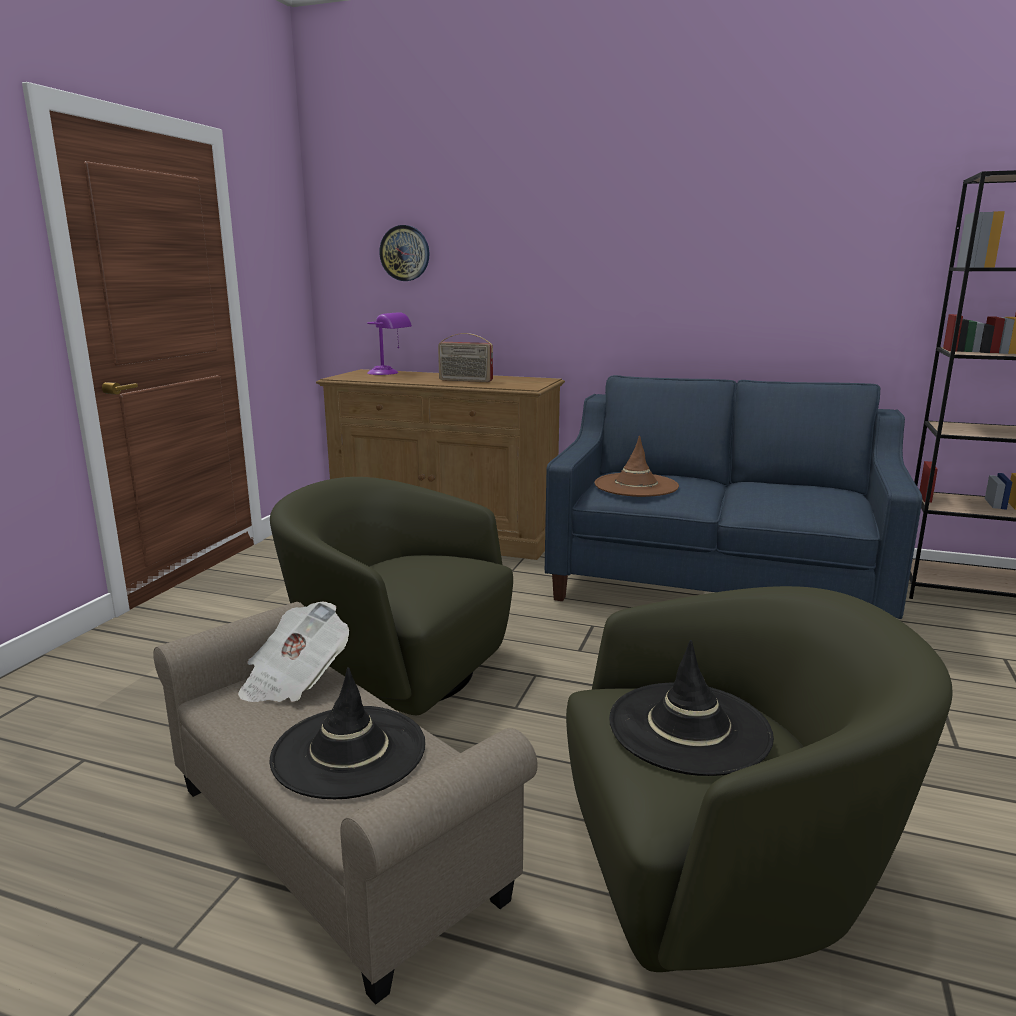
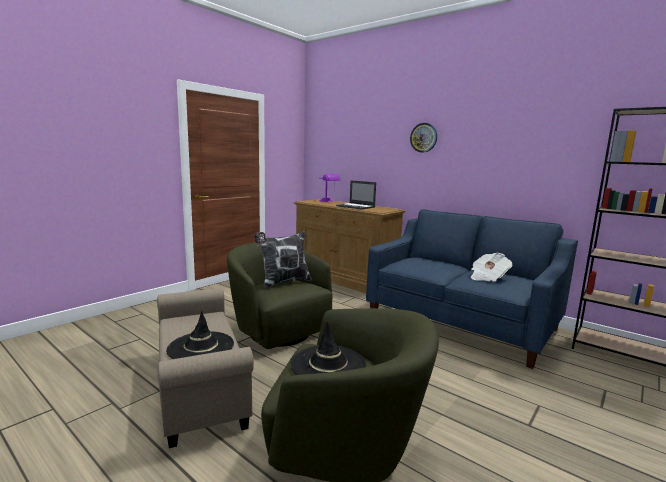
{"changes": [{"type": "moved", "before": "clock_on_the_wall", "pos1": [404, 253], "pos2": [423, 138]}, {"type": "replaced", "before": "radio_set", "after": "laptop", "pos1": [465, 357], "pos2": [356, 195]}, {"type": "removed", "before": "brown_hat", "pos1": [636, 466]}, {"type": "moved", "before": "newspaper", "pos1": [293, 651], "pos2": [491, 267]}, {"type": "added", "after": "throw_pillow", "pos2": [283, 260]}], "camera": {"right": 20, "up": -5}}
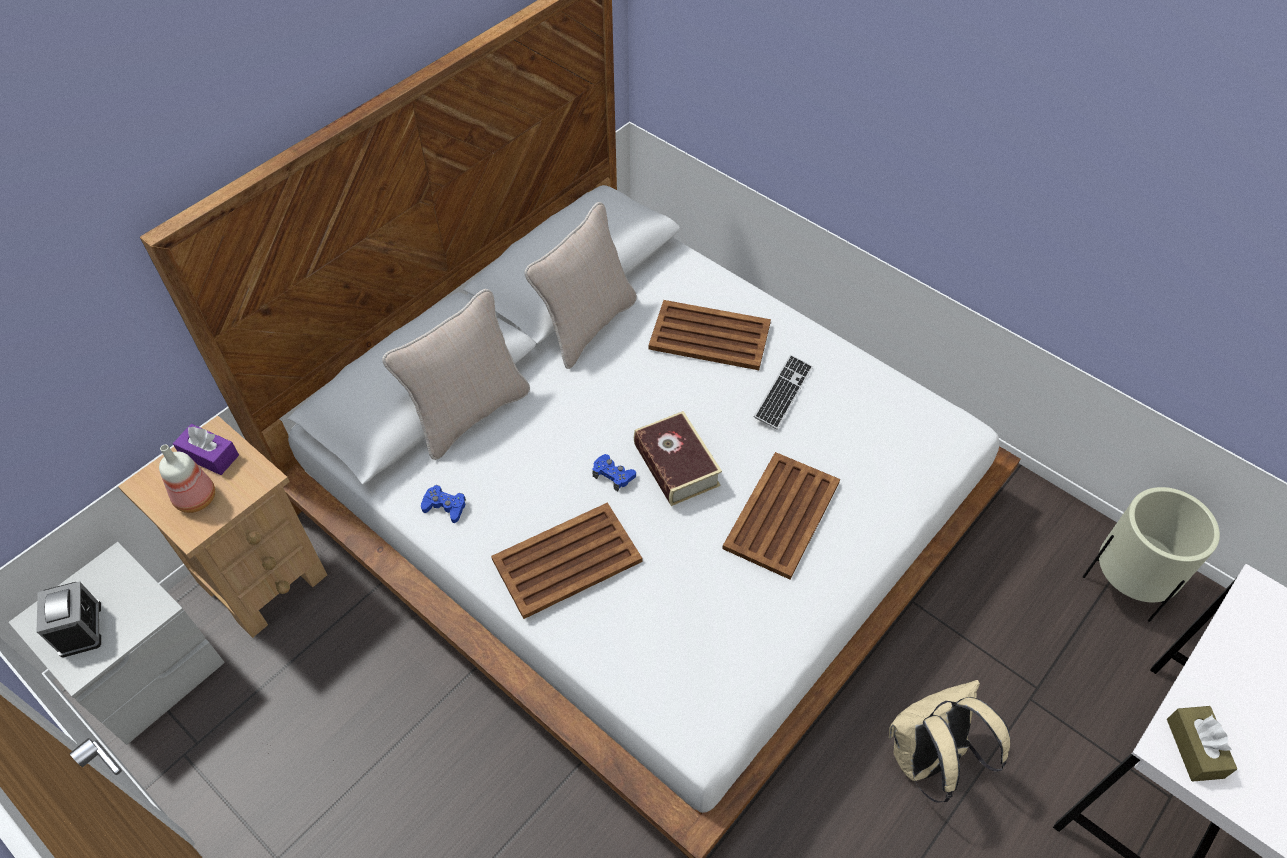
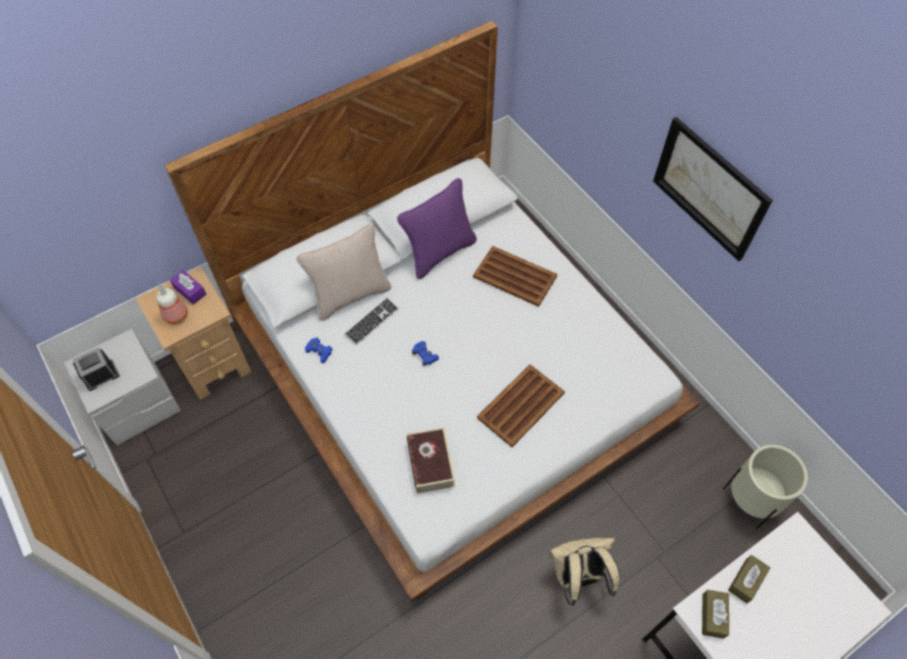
{"changes": [{"type": "recoloured", "before": "beige_throw_pillow", "after": "purple-coloured_throw_pillow", "pos1": [580, 285], "pos2": [437, 228]}, {"type": "moved", "before": "computer_keyboard", "pos1": [783, 391], "pos2": [371, 321]}, {"type": "moved", "before": "book", "pos1": [678, 458], "pos2": [431, 461]}, {"type": "removed", "before": "brown_serving_tray", "pos1": [566, 560]}, {"type": "turned", "before": "alarm_clock", "pos1": [69, 619], "pos2": [96, 369], "turn": -120}, {"type": "added", "after": "picture", "pos2": [713, 189]}, {"type": "added", "after": "brown_tissue_box", "pos2": [749, 579]}], "camera": {"right": 15, "up": 5}}
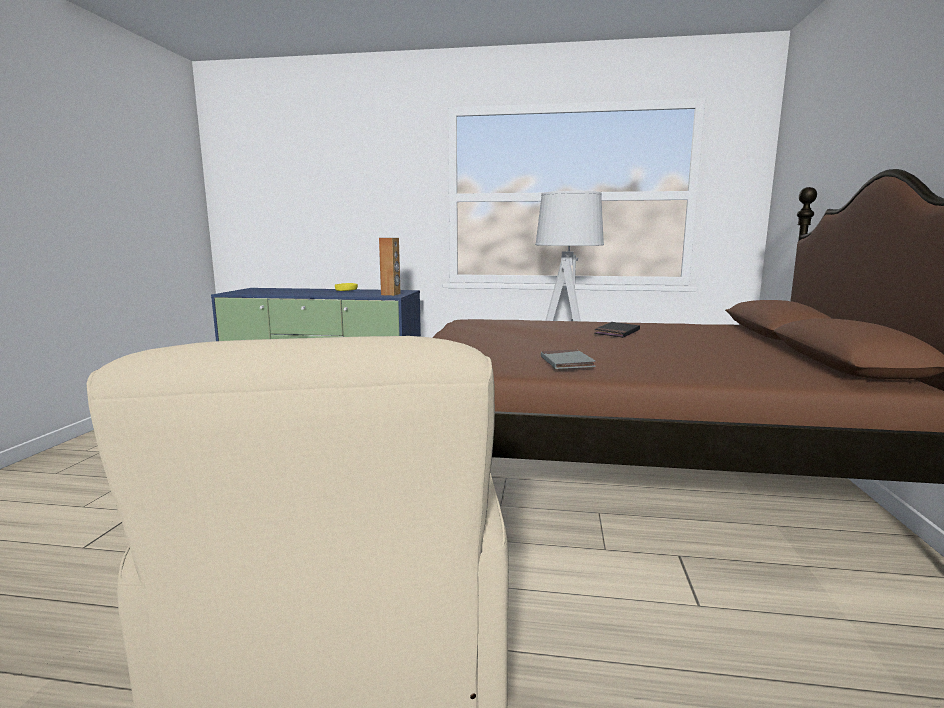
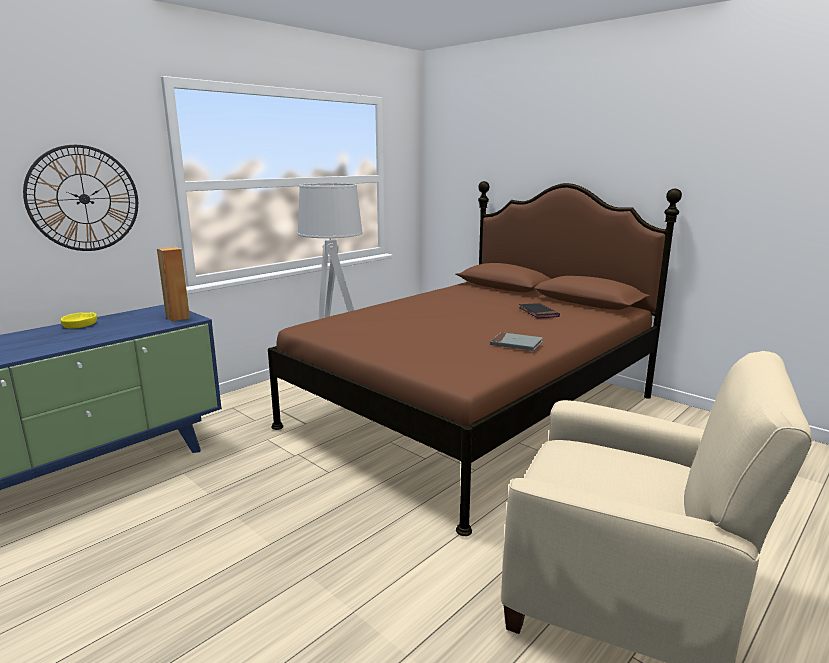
{"changes": [{"type": "moved", "before": "blackish_book", "pos1": [617, 330], "pos2": [539, 310]}, {"type": "added", "after": "clock_on_the_wall", "pos2": [80, 198]}], "camera": {"right": -55, "up": 5}}
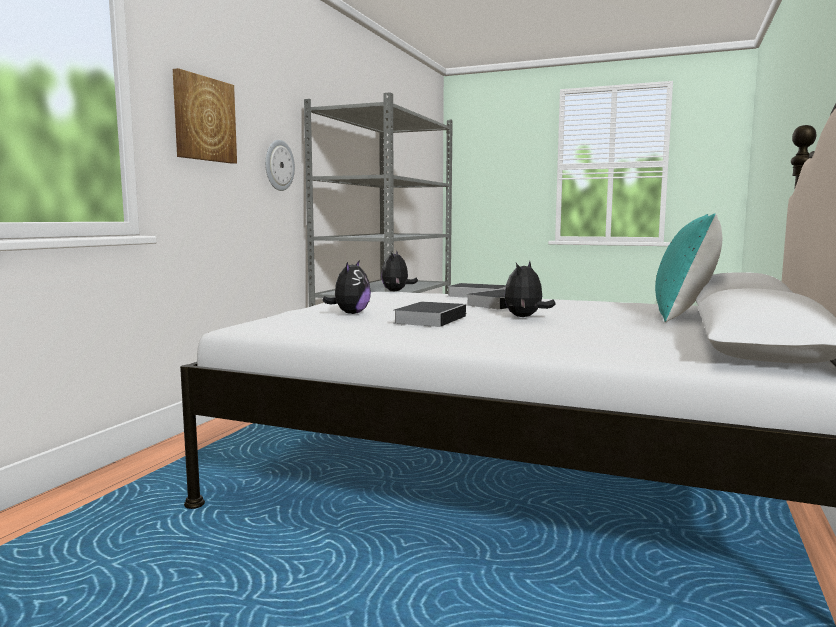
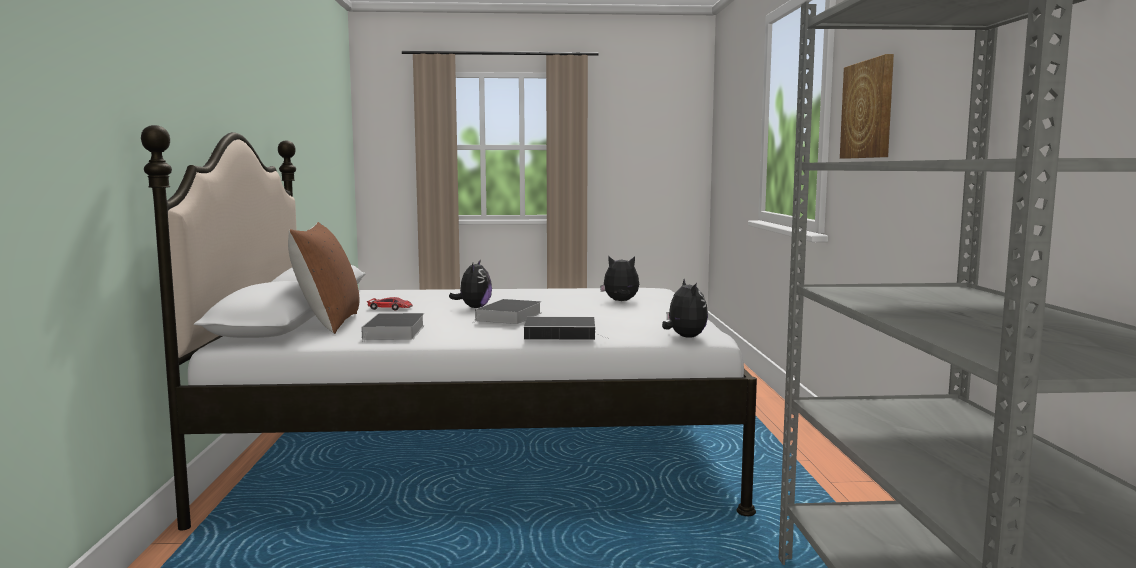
{"changes": [{"type": "removed", "before": "clock_on_the_wall", "pos1": [280, 165]}, {"type": "recoloured", "before": "turquoise-coloured_throw_pillow", "after": "brown_throw_pillow", "pos1": [688, 267], "pos2": [324, 278]}, {"type": "turned", "before": "cuddly_toy", "pos1": [346, 287], "pos2": [619, 279], "turn": 105}, {"type": "moved", "before": "book", "pos1": [429, 314], "pos2": [393, 327]}, {"type": "added", "after": "model_car", "pos2": [389, 304]}], "camera": {"right": 155, "up": 0}}
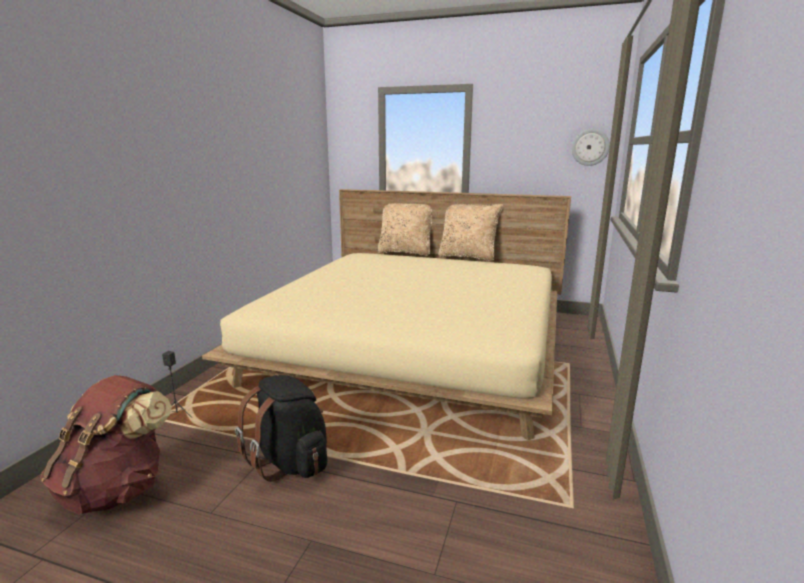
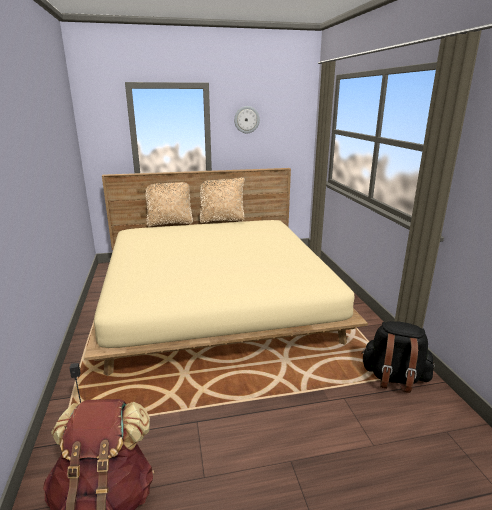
{"changes": [{"type": "moved", "before": "clock_on_the_wall", "pos1": [591, 147], "pos2": [247, 119]}, {"type": "moved", "before": "blackish_rucksack", "pos1": [281, 428], "pos2": [397, 357]}], "camera": {"right": -30, "up": 5}}
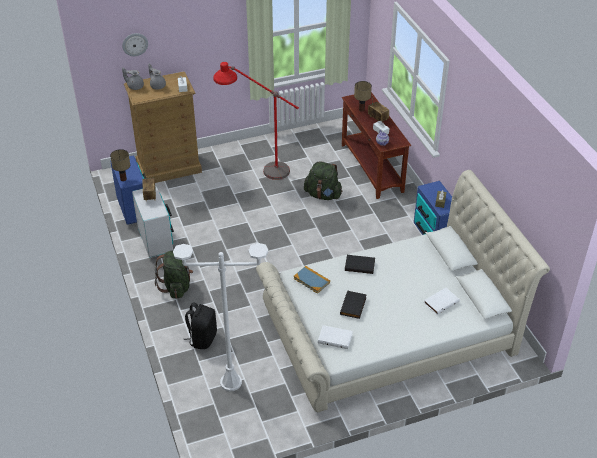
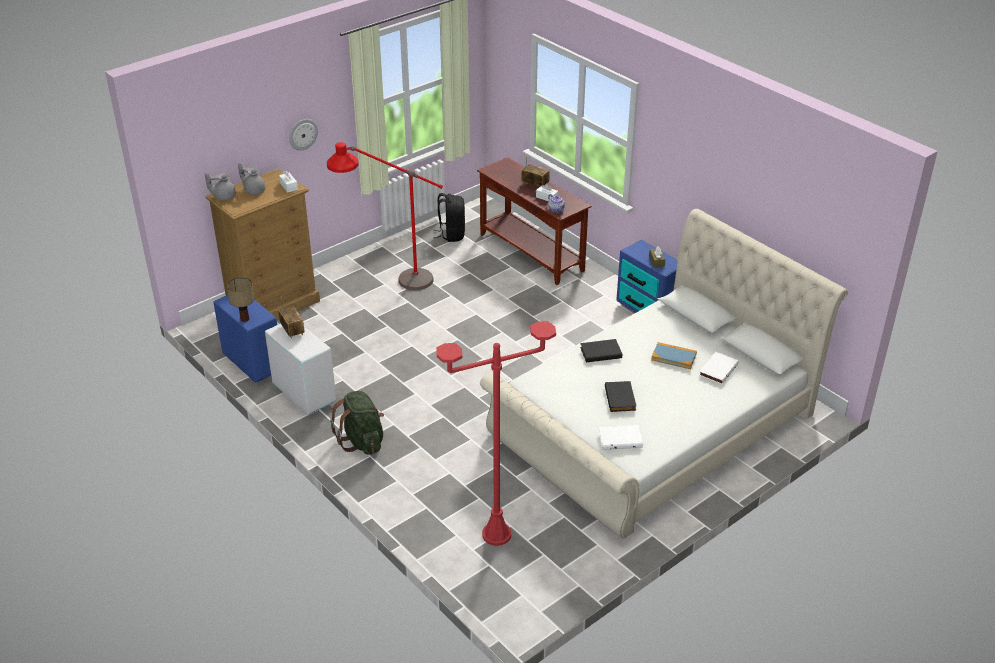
{"changes": [{"type": "moved", "before": "clock_on_the_wall", "pos1": [135, 44], "pos2": [303, 135]}, {"type": "removed", "before": "tabletop_lamp", "pos1": [363, 96]}, {"type": "removed", "before": "green_rucksack", "pos1": [323, 180]}, {"type": "recoloured", "before": "white_floor_lamp", "after": "reddish_floor_lamp", "pos1": [220, 317], "pos2": [496, 433]}, {"type": "moved", "before": "book", "pos1": [312, 280], "pos2": [674, 355]}, {"type": "moved", "before": "blackish_rucksack", "pos1": [200, 325], "pos2": [449, 217]}], "camera": {"right": -20, "up": -5}}
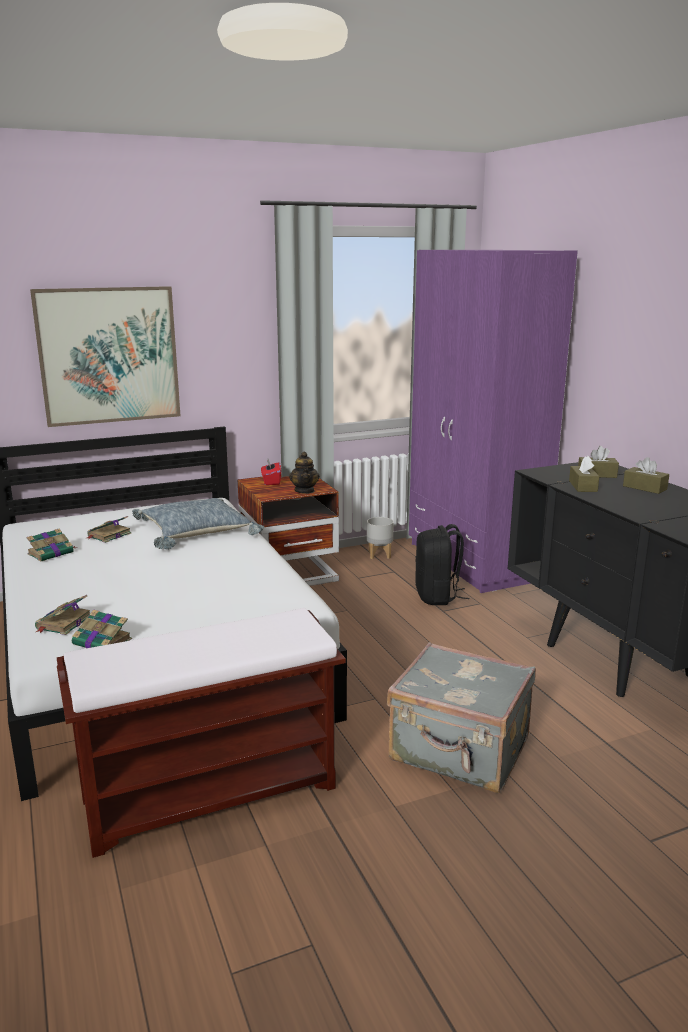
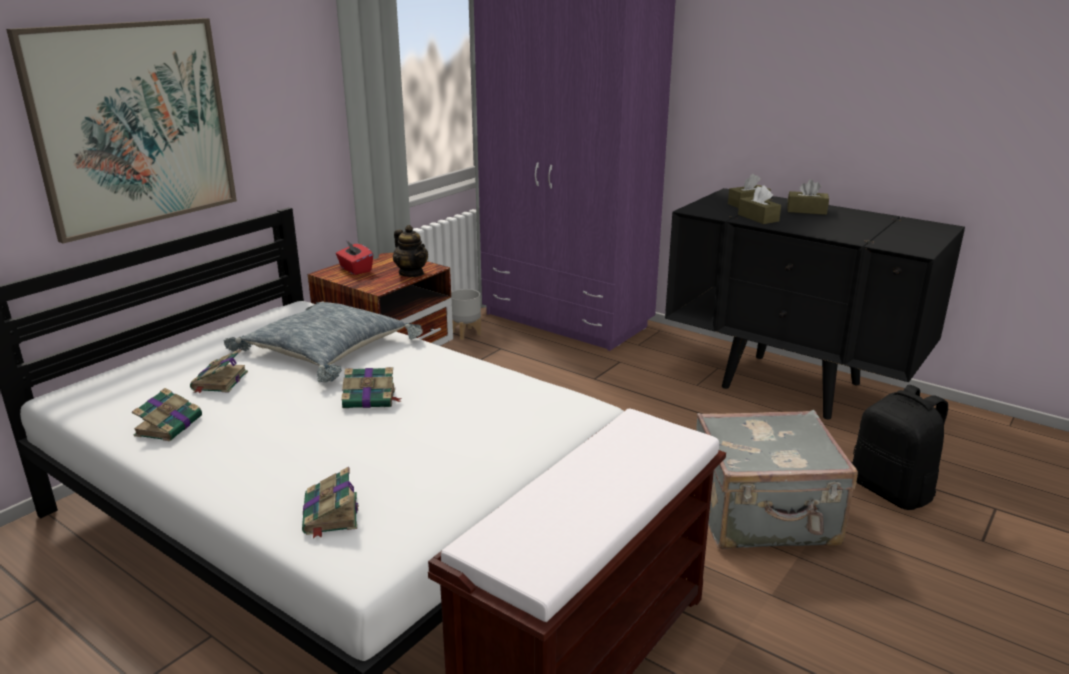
{"changes": [{"type": "moved", "before": "blackish_rucksack", "pos1": [442, 564], "pos2": [900, 447]}, {"type": "moved", "before": "book", "pos1": [102, 629], "pos2": [371, 387]}], "camera": {"right": -30, "up": 5}}
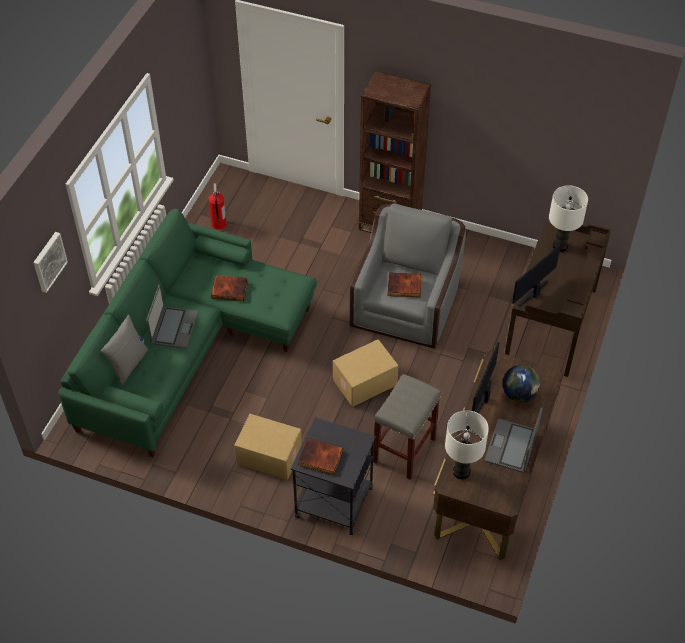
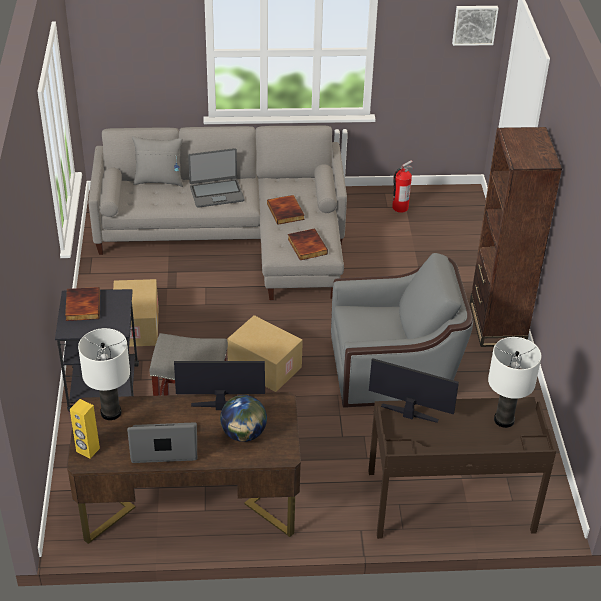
{"changes": [{"type": "recoloured", "before": "green_settee", "after": "gray_settee", "pos1": [187, 333], "pos2": [217, 212]}, {"type": "moved", "before": "picture", "pos1": [50, 262], "pos2": [475, 26]}, {"type": "moved", "before": "book", "pos1": [404, 285], "pos2": [308, 244]}, {"type": "added", "after": "yellowish_speaker", "pos2": [85, 429]}], "camera": {"right": 65, "up": -10}}
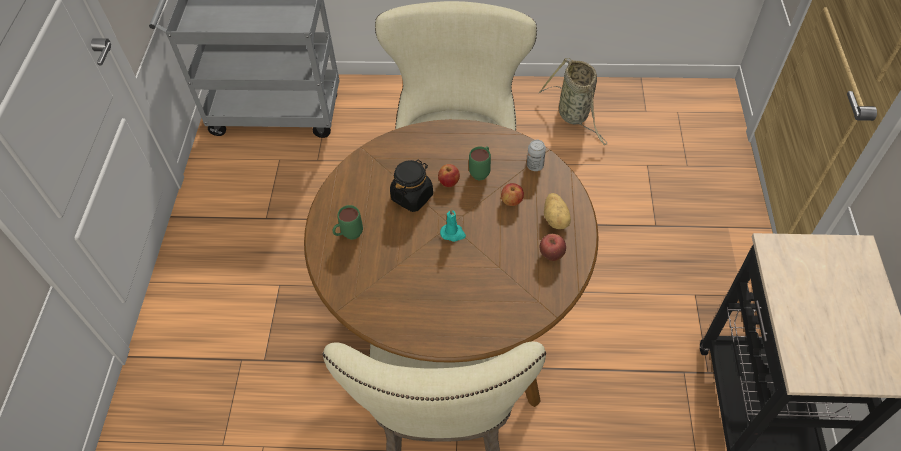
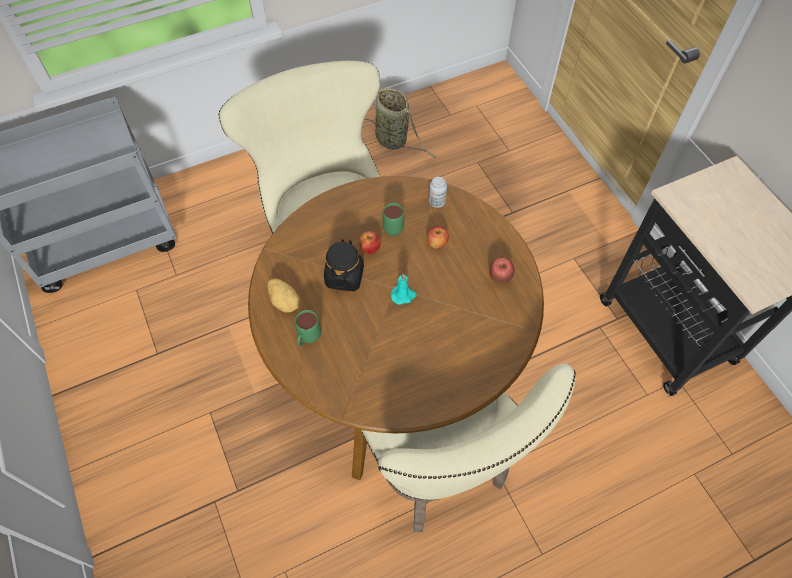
{"changes": [{"type": "moved", "before": "potato", "pos1": [557, 211], "pos2": [284, 296]}], "camera": {"right": -30, "up": 5}}
